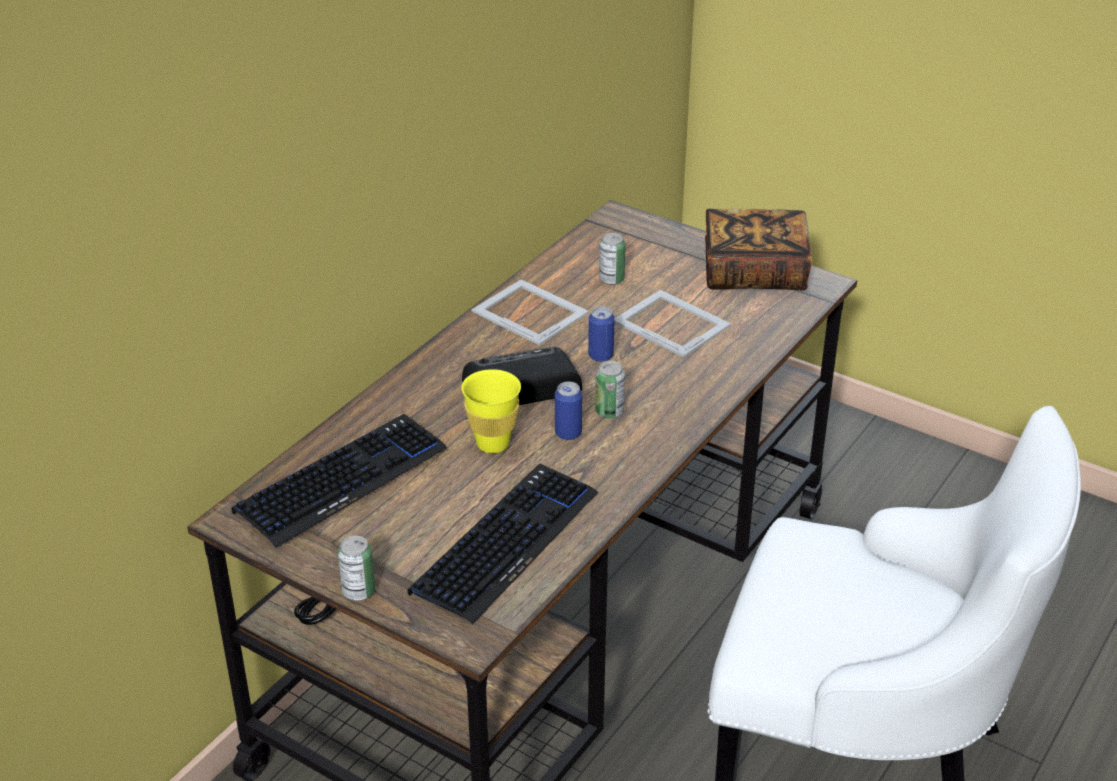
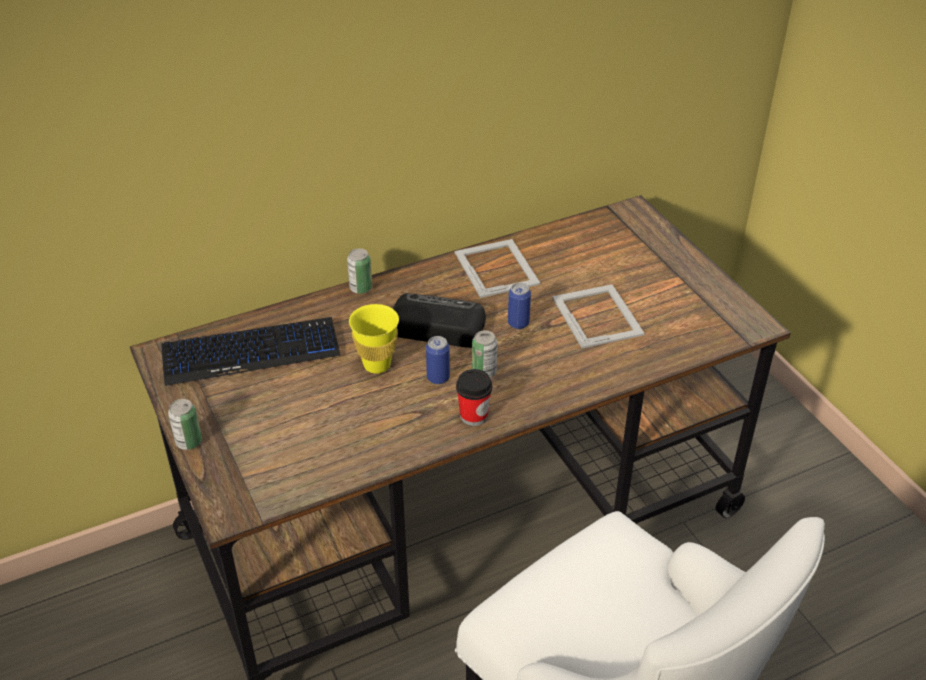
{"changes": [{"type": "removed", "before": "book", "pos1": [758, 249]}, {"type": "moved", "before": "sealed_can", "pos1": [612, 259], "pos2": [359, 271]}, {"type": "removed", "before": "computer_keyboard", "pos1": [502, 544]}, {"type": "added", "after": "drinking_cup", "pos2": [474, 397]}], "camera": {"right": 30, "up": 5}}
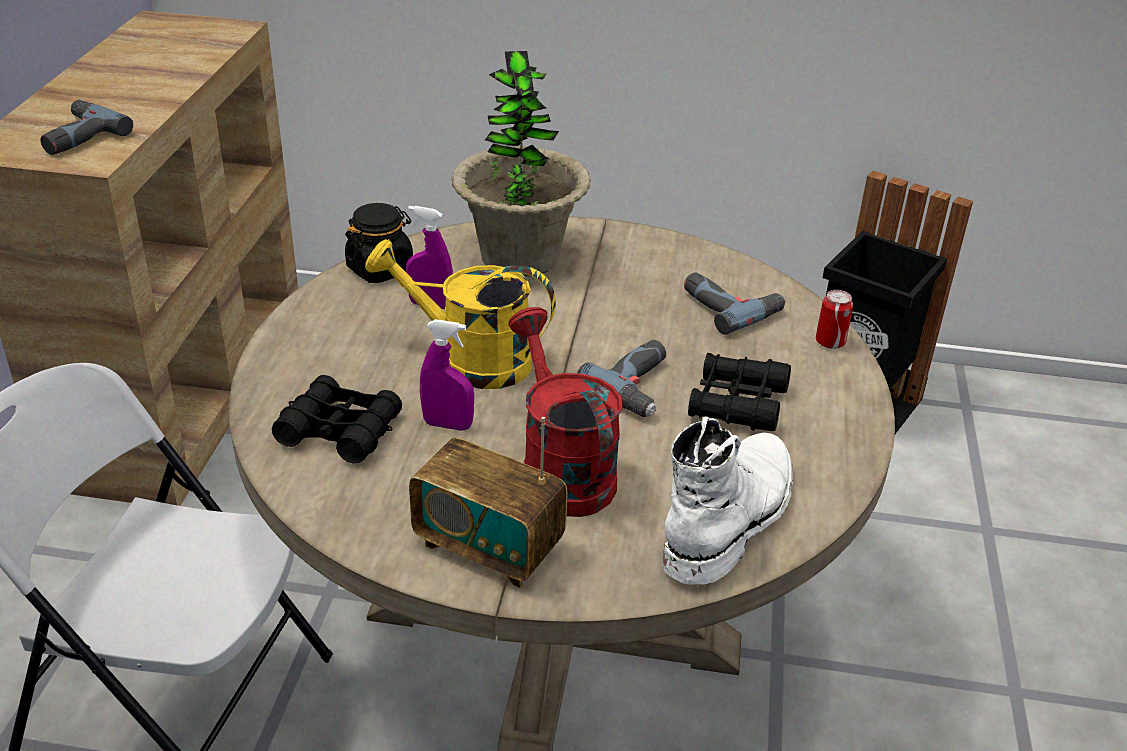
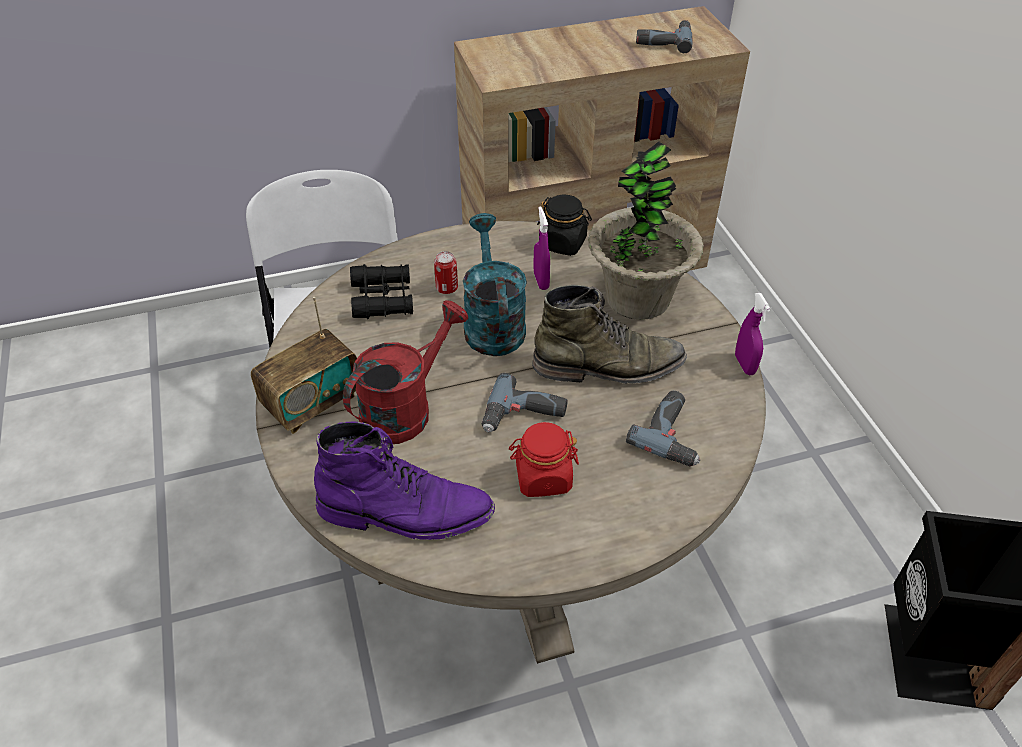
{"changes": [{"type": "moved", "before": "electric_drill", "pos1": [87, 127], "pos2": [664, 36]}, {"type": "recoloured", "before": "yellowish_watering_pot", "after": "turquoise-coloured_watering_pot", "pos1": [460, 314], "pos2": [495, 284]}, {"type": "moved", "before": "sealed_can", "pos1": [834, 319], "pos2": [446, 272]}, {"type": "moved", "before": "purple-coloured_spray_bottle", "pos1": [447, 375], "pos2": [753, 334]}, {"type": "replaced", "before": "blackish_binoculars", "after": "reddish_preserve_jar", "pos1": [739, 392], "pos2": [544, 459]}, {"type": "recoloured", "before": "white_high-top_boot", "after": "purple-coloured_high-top_boot", "pos1": [728, 500], "pos2": [404, 480]}, {"type": "turned", "before": "radio_set", "pos1": [488, 502], "pos2": [304, 365], "turn": -135}, {"type": "added", "after": "green_high-top_boot", "pos2": [609, 334]}], "camera": {"right": 65, "up": 10}}
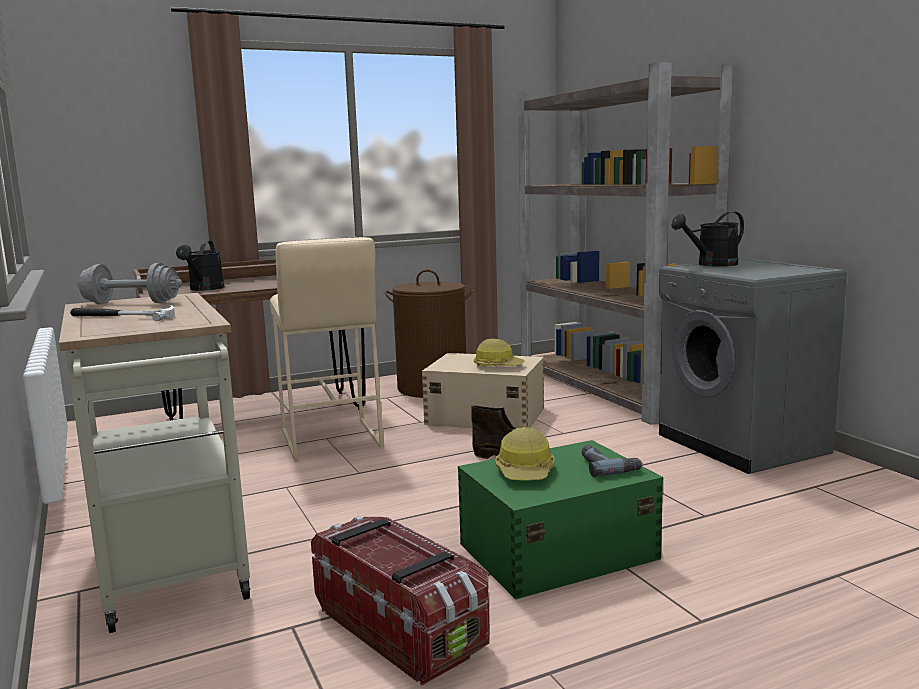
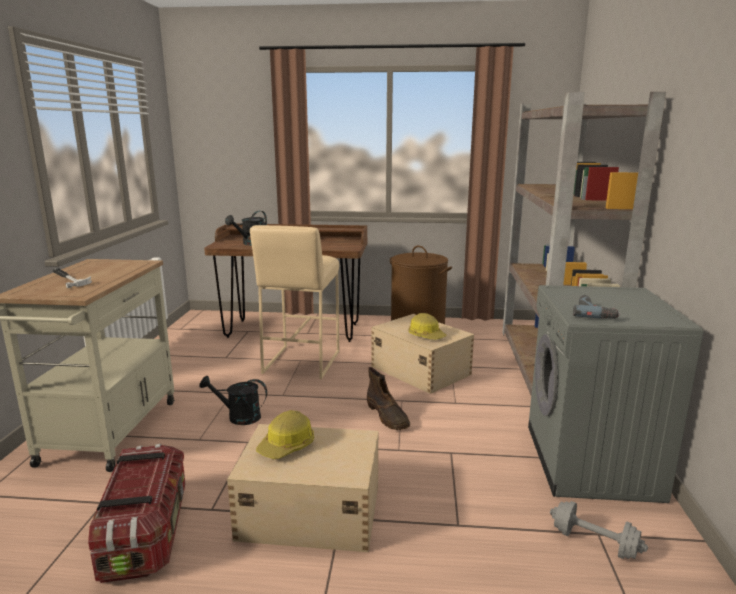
{"changes": [{"type": "moved", "before": "blackish_watering_pot", "pos1": [707, 239], "pos2": [233, 400]}, {"type": "moved", "before": "gray_dumbbell", "pos1": [129, 283], "pos2": [599, 530]}, {"type": "recoloured", "before": "green_storage_box", "after": "beige_storage_box", "pos1": [560, 519], "pos2": [303, 488]}, {"type": "moved", "before": "electric_drill", "pos1": [612, 461], "pos2": [597, 307]}], "camera": {"right": 30, "up": 5}}
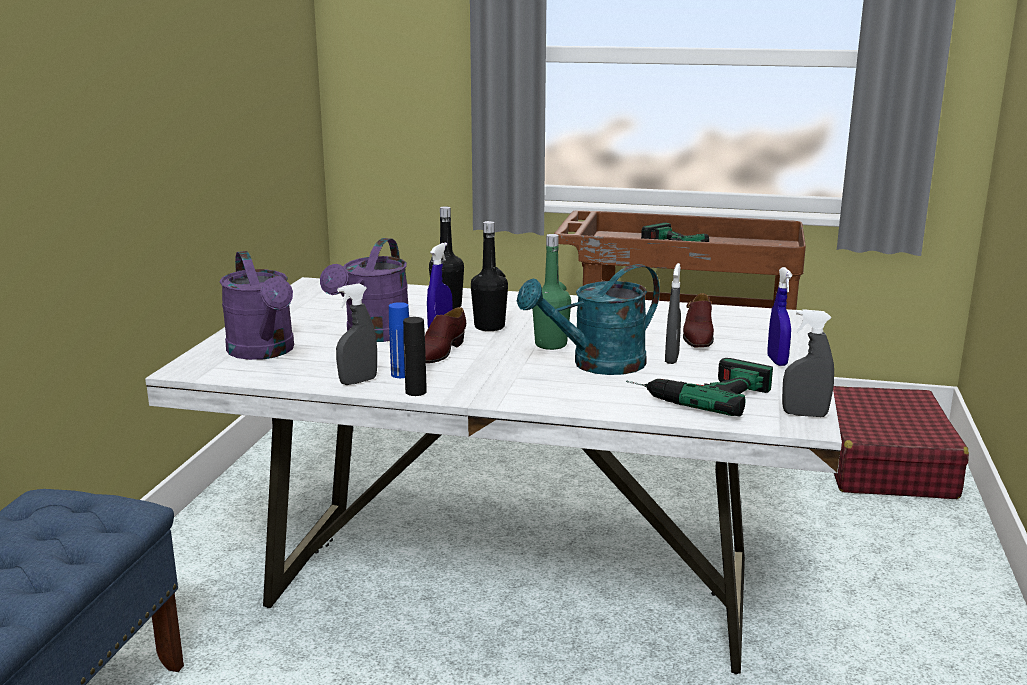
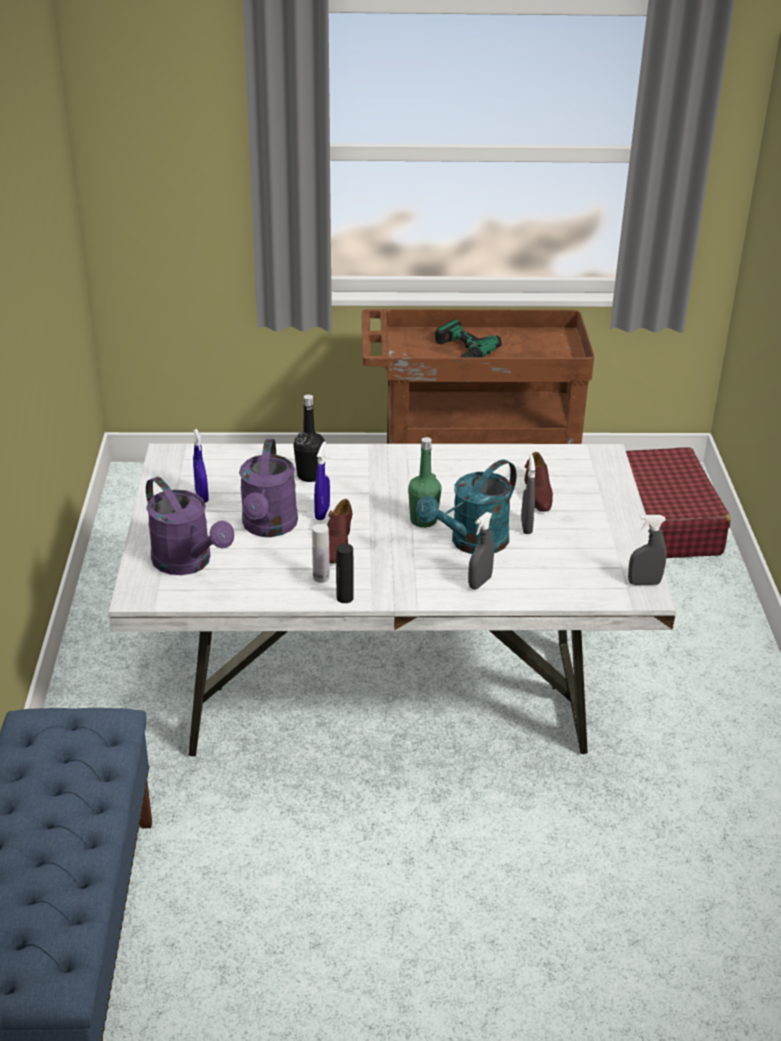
{"changes": [{"type": "removed", "before": "blackish_bottle", "pos1": [489, 276]}, {"type": "moved", "before": "blue_spray_bottle", "pos1": [779, 316], "pos2": [201, 466]}, {"type": "moved", "before": "gray_spray_bottle", "pos1": [356, 334], "pos2": [481, 550]}, {"type": "recoloured", "before": "blue_bottle", "after": "white_bottle", "pos1": [399, 340], "pos2": [321, 553]}, {"type": "removed", "before": "electric_drill", "pos1": [699, 387]}], "camera": {"right": -15, "up": 15}}
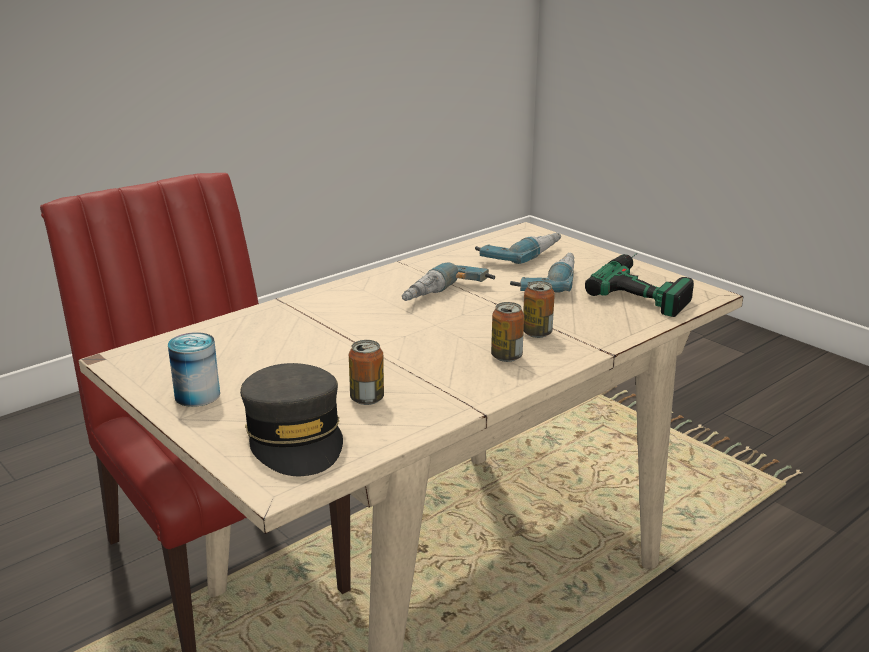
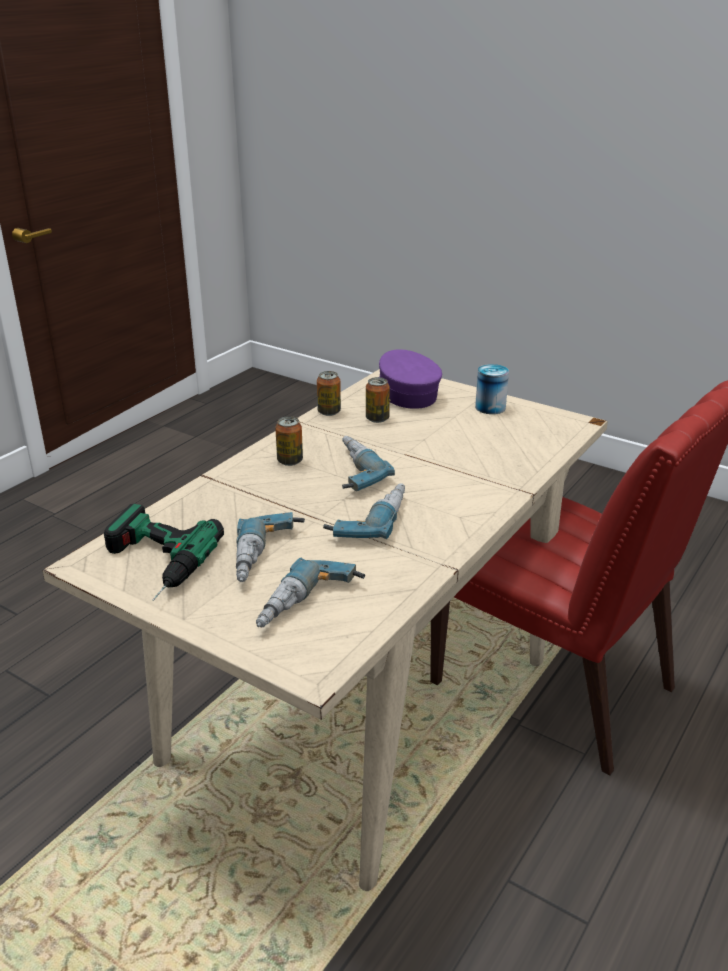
{"changes": [{"type": "moved", "before": "sealed_can", "pos1": [539, 309], "pos2": [329, 393]}, {"type": "recoloured", "before": "gray_cap", "after": "purple-coloured_cap", "pos1": [291, 419], "pos2": [410, 379]}, {"type": "added", "after": "electric_drill", "pos2": [368, 463]}], "camera": {"right": 165, "up": 5}}
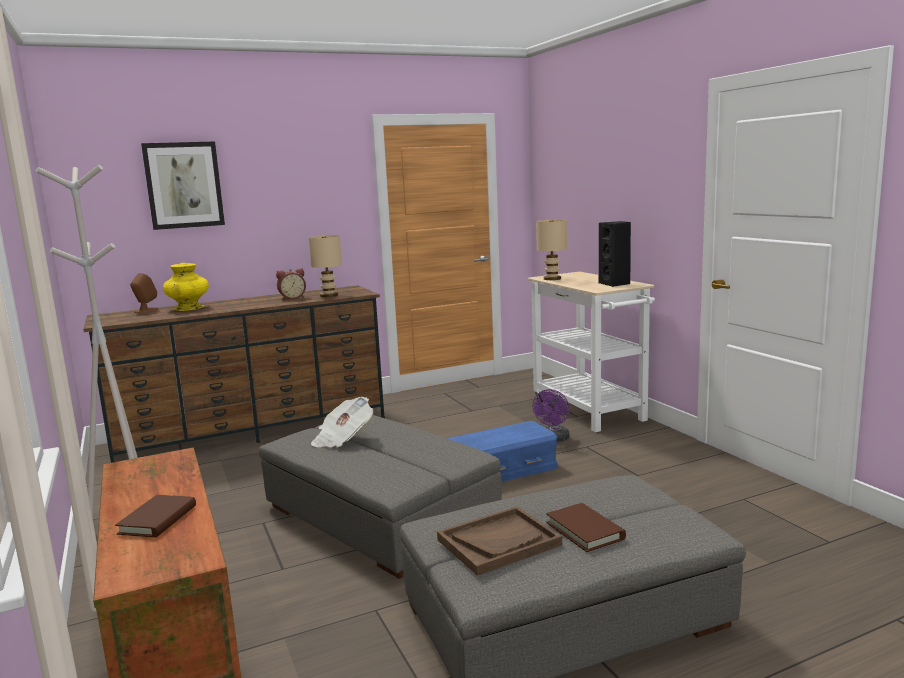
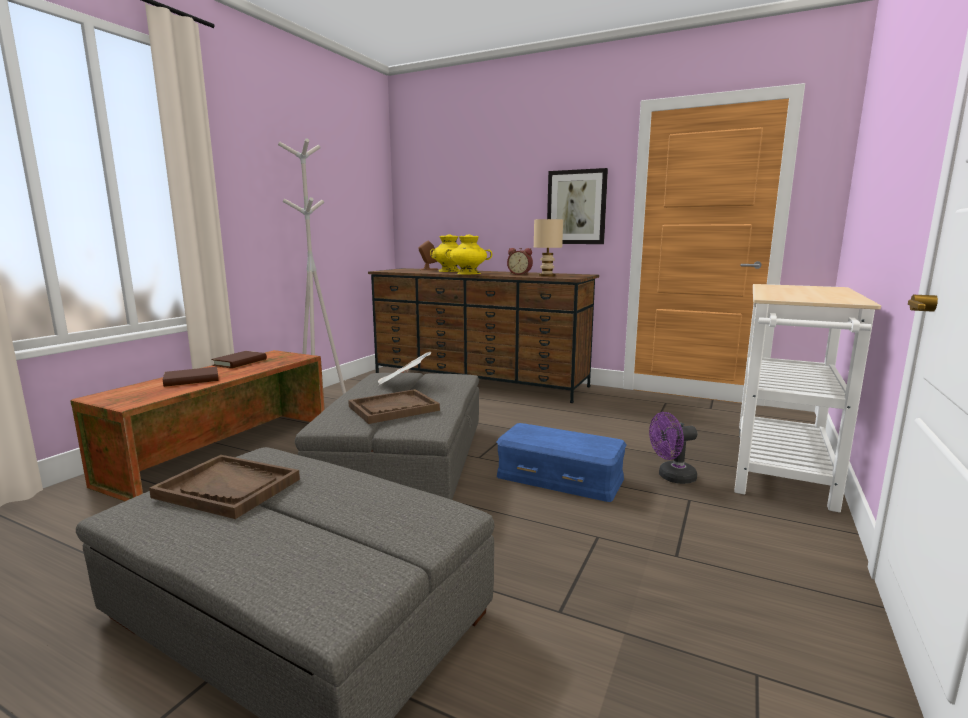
{"changes": [{"type": "moved", "before": "picture", "pos1": [183, 185], "pos2": [577, 206]}, {"type": "removed", "before": "beige_tabletop_lamp", "pos1": [551, 250]}, {"type": "removed", "before": "blackish_speaker", "pos1": [615, 254]}, {"type": "moved", "before": "brown_book", "pos1": [586, 527], "pos2": [239, 359]}, {"type": "added", "after": "yellowish_vase", "pos2": [468, 254]}, {"type": "added", "after": "brown_serving_tray", "pos2": [394, 406]}], "camera": {"right": 50, "up": 0}}
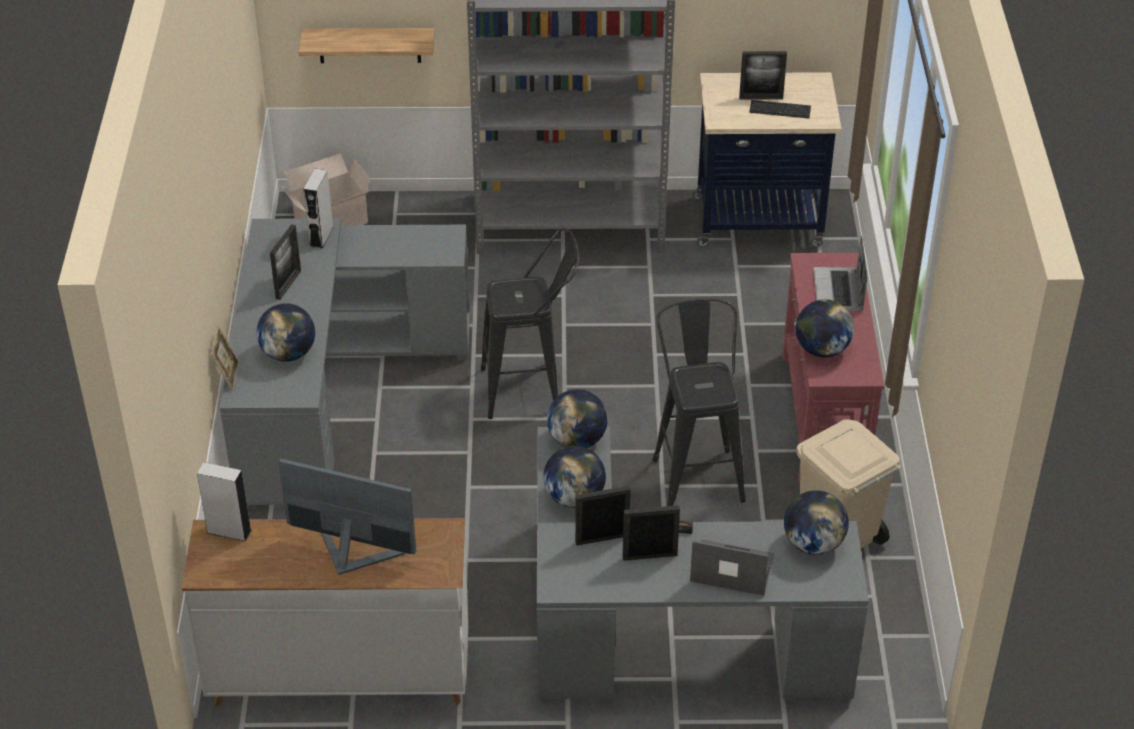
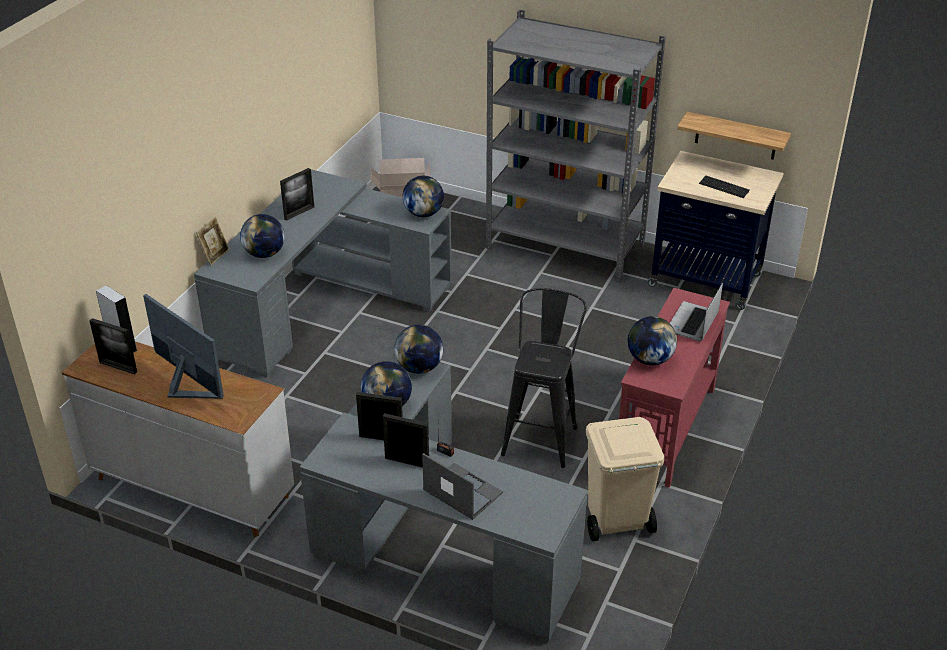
{"changes": [{"type": "moved", "before": "bracket_shelf", "pos1": [367, 45], "pos2": [734, 136]}, {"type": "moved", "before": "photo_frame", "pos1": [763, 75], "pos2": [113, 346]}, {"type": "removed", "before": "gray_speaker", "pos1": [318, 208]}, {"type": "removed", "before": "blackish_sitting_stool", "pos1": [530, 323]}, {"type": "moved", "before": "world_globe", "pos1": [816, 522], "pos2": [423, 196]}], "camera": {"right": 25, "up": -5}}
